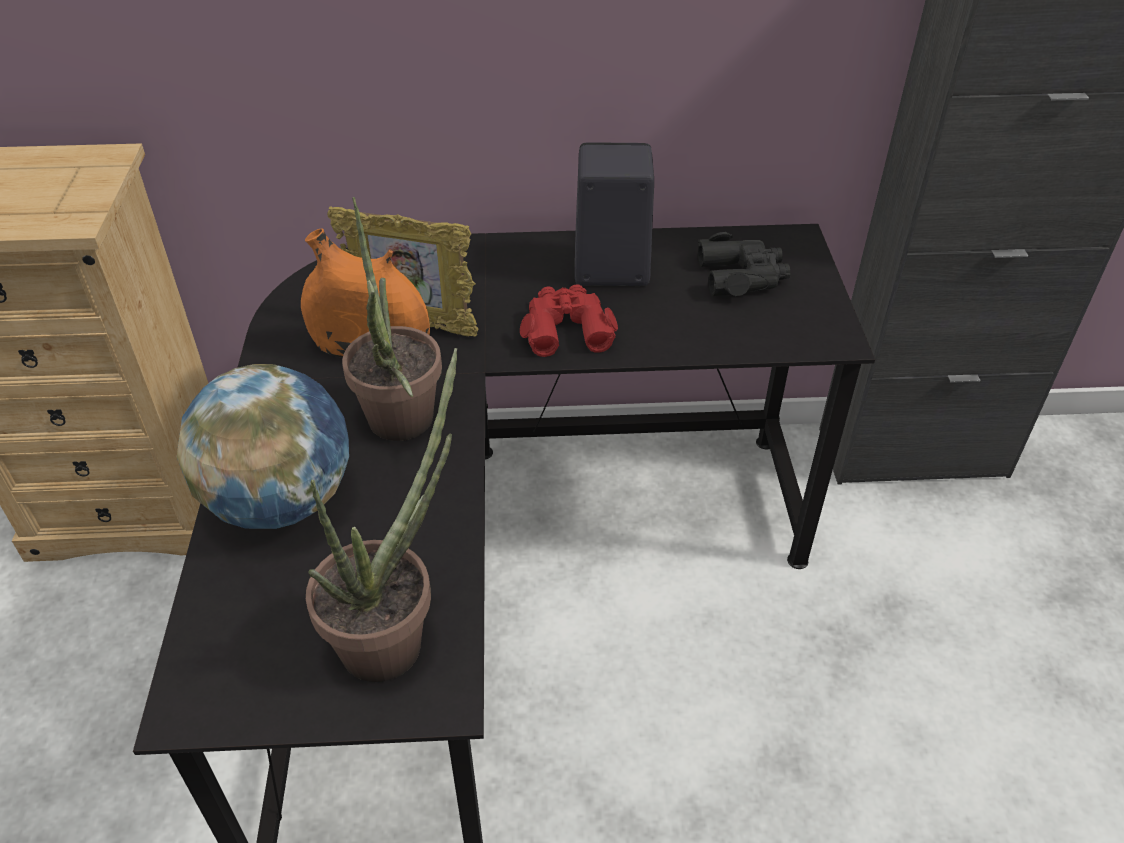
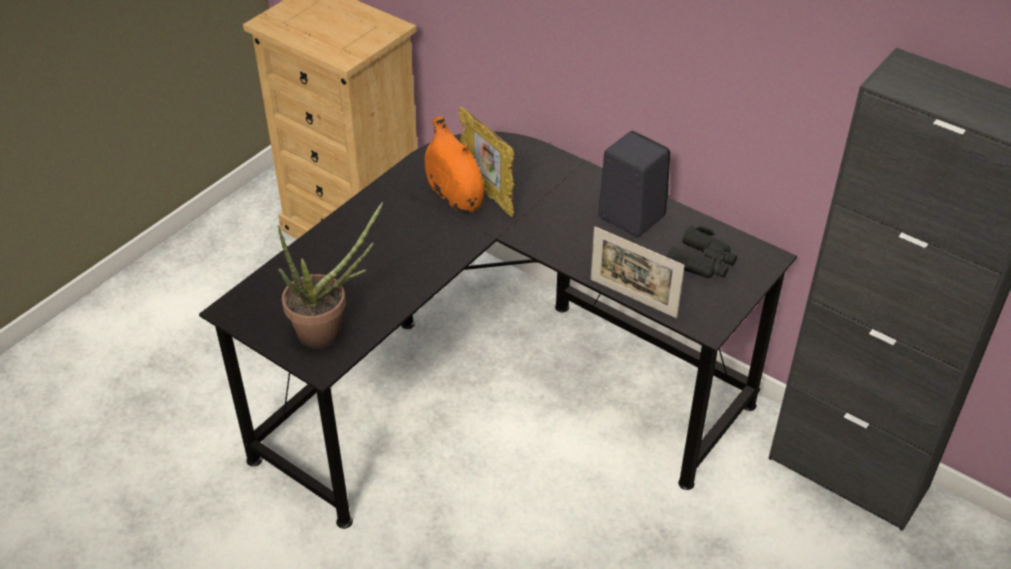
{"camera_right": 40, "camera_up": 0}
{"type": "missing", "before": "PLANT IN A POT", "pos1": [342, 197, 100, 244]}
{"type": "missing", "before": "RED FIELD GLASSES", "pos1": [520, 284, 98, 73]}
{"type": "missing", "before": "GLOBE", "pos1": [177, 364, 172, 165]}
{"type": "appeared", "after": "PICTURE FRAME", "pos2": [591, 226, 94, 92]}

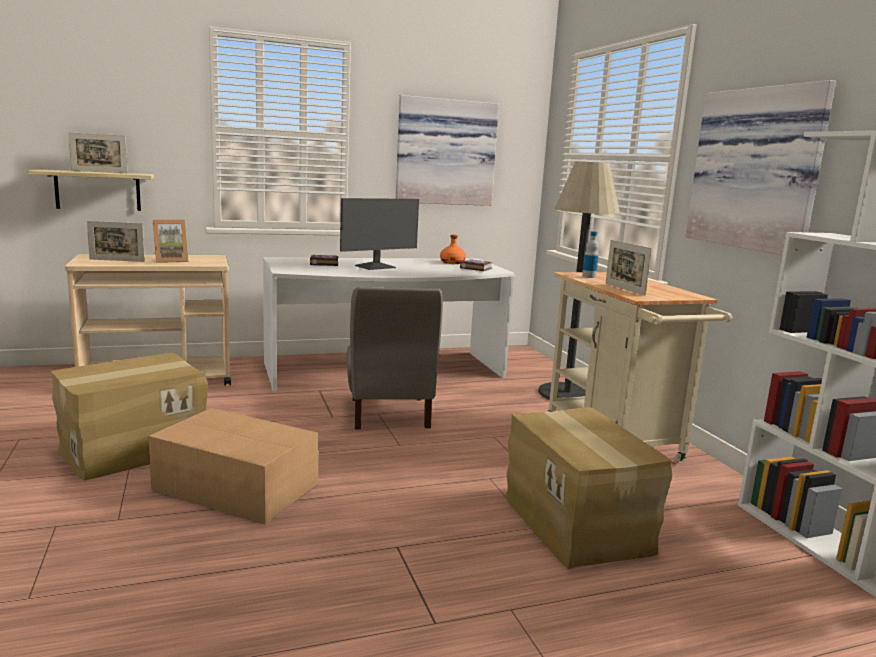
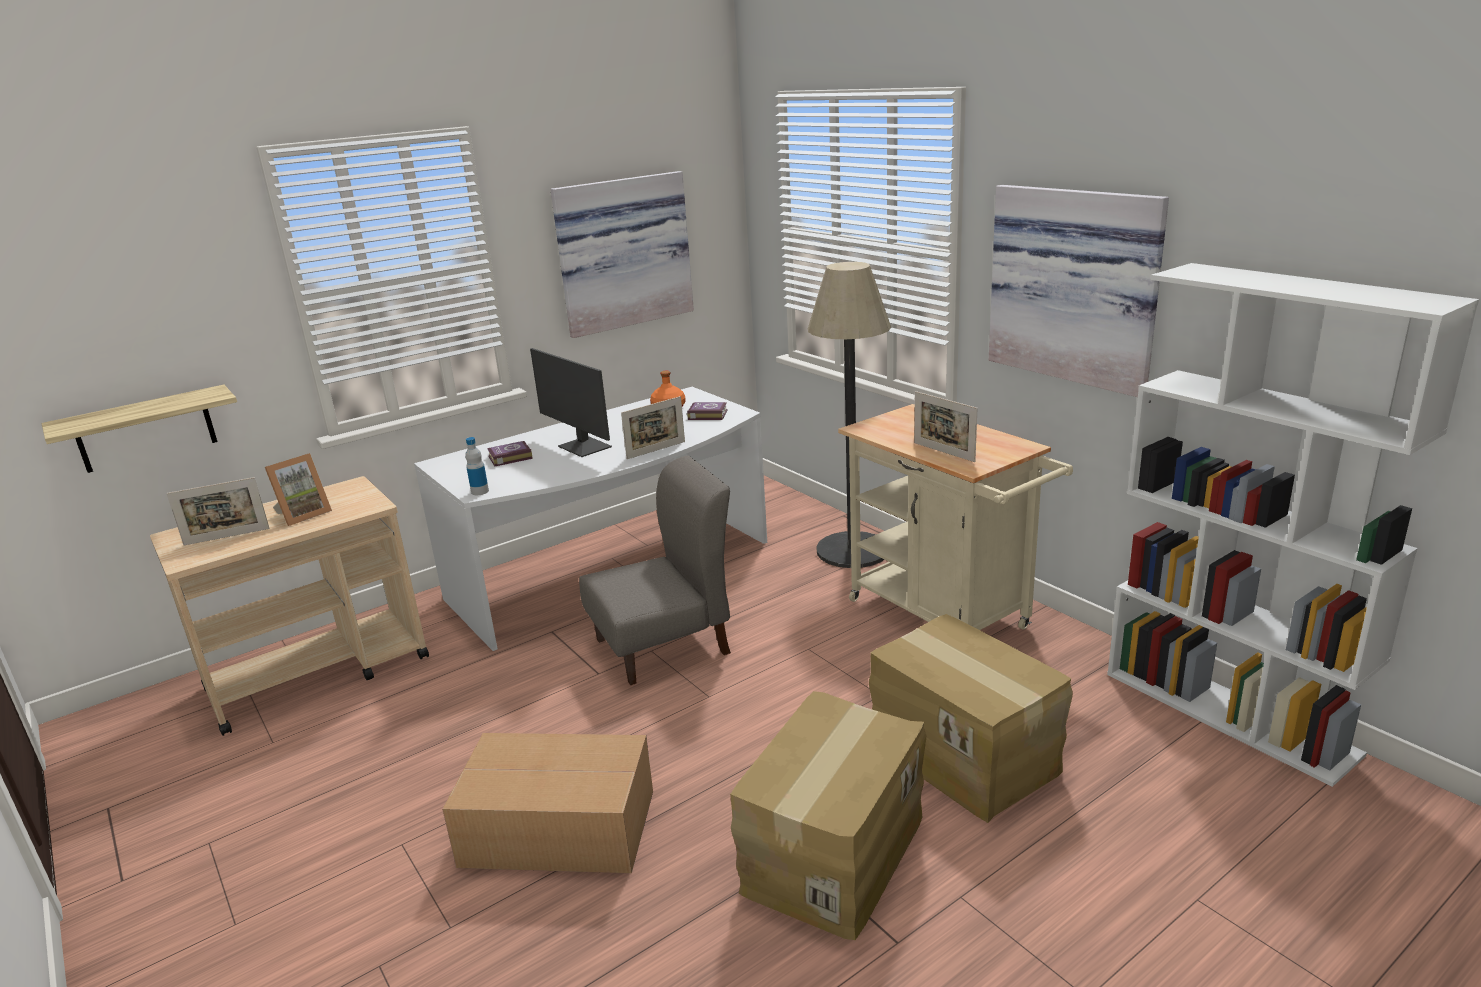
{"camera_right": -15, "camera_up": 10}
{"type": "relocated", "before": "PICTURE FRAME", "pos1": [68, 132, 60, 41], "pos2": [621, 396, 64, 63]}
{"type": "spun", "before": "COMPUTER SCREEN", "pos1": [340, 198, 79, 72], "pos2": [530, 348, 82, 109], "turn": 105}
{"type": "relocated", "before": "BOTTLE", "pos1": [582, 231, 17, 47], "pos2": [465, 437, 24, 58]}
{"type": "spun", "before": "GREYISH UPRIGHT CHAIR", "pos1": [346, 287, 97, 142], "pos2": [579, 455, 152, 230], "turn": -90}
{"type": "relocated", "before": "CARTON", "pos1": [51, 353, 157, 128], "pos2": [730, 691, 196, 249]}

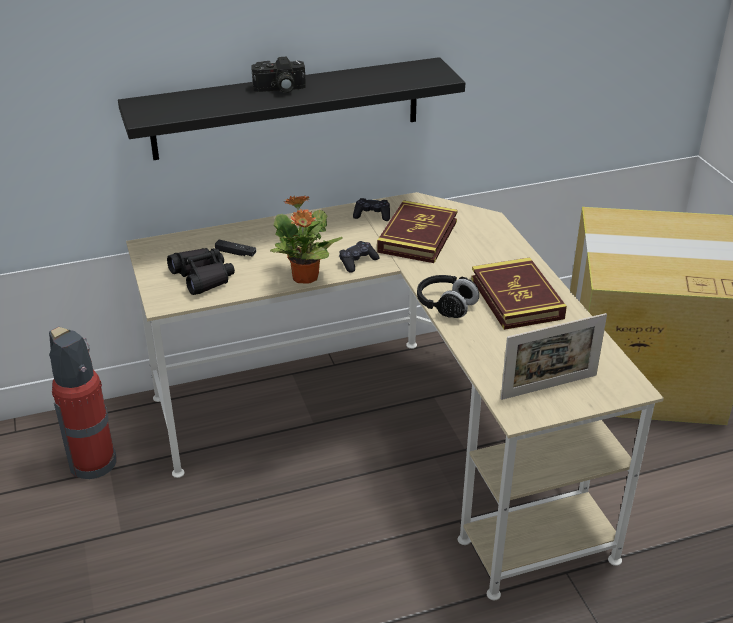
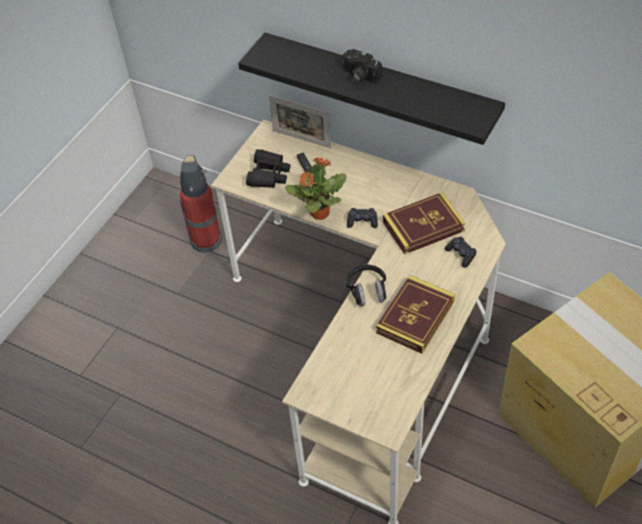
{"camera_right": 50, "camera_up": 15}
{"type": "relocated", "before": "BLACK GAMEPAD", "pos1": [353, 198, 37, 23], "pos2": [444, 237, 33, 31]}
{"type": "relocated", "before": "PICTURE FRAME", "pos1": [501, 313, 106, 87], "pos2": [269, 95, 63, 53]}

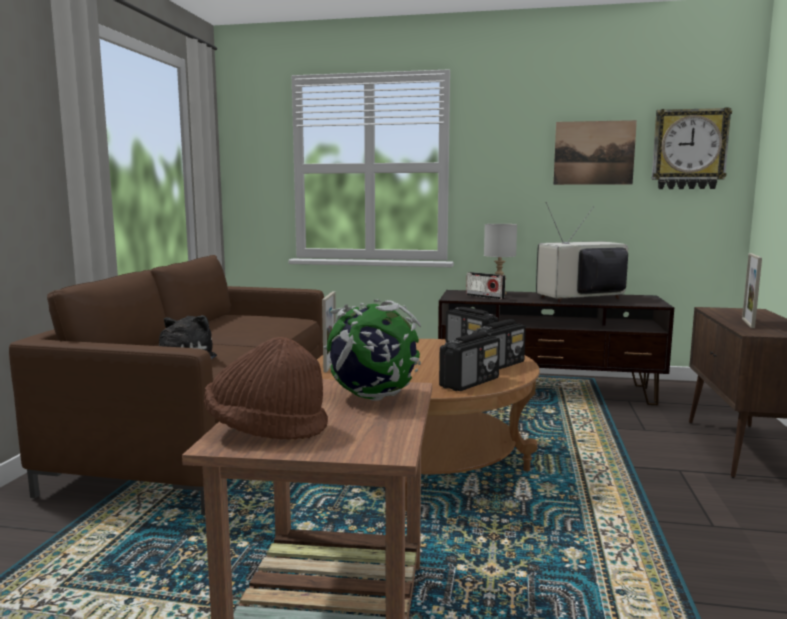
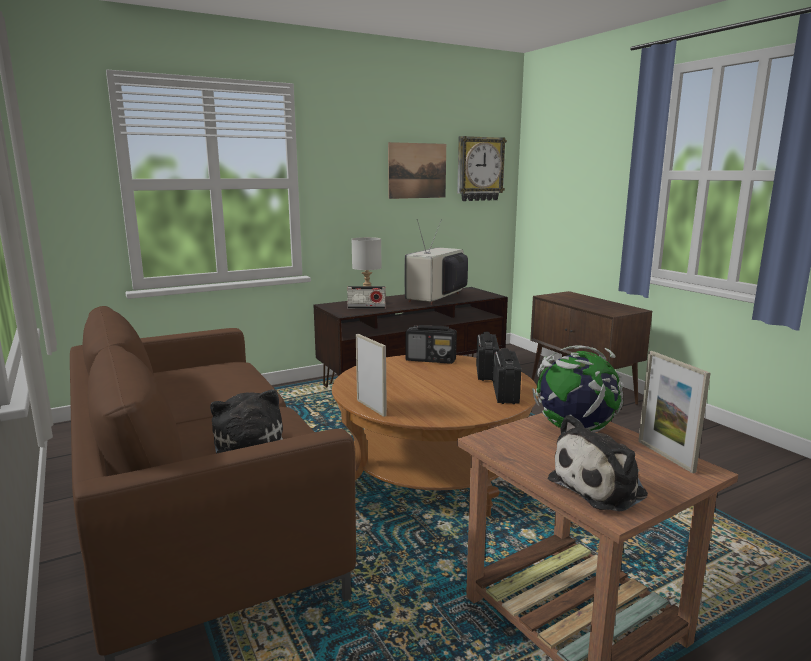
{"camera_right": -40, "camera_up": 5}
{"type": "relocated", "before": "PICTURE FRAME", "pos1": [742, 253, 20, 75], "pos2": [638, 351, 72, 122]}
{"type": "exchanged", "before": "BROWNISH WEARABLE HAT", "after": "PLUSH TOY", "pos1": [204, 337, 124, 103], "pos2": [548, 414, 100, 98]}

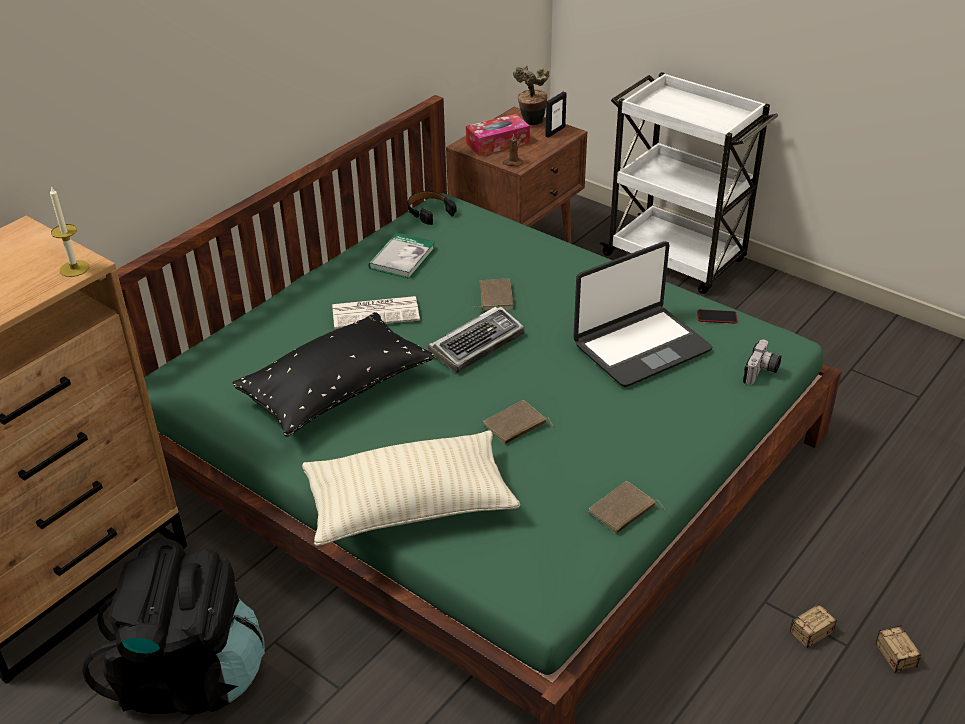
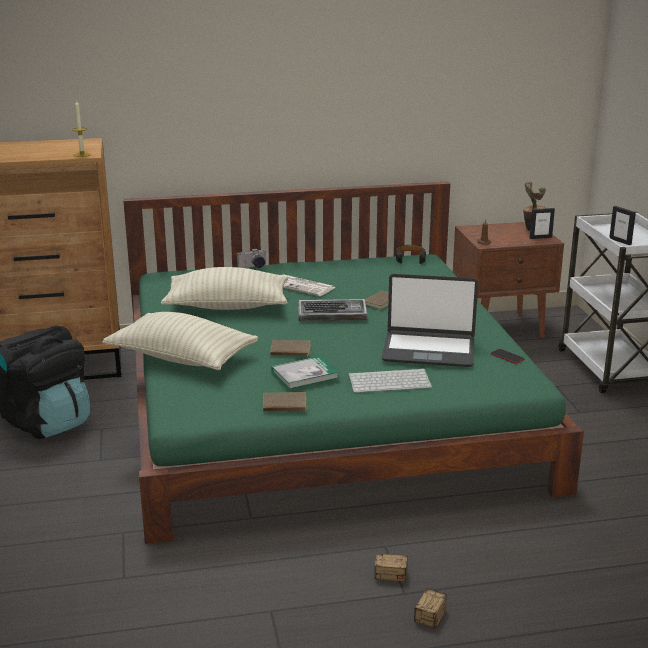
{"camera_right": 40, "camera_up": -15}
{"type": "missing", "before": "TISSUE BOX", "pos1": [466, 114, 64, 42]}
{"type": "relocated", "before": "BOUND BOOK", "pos1": [369, 233, 67, 46], "pos2": [271, 356, 69, 33]}
{"type": "colour", "before": "BLACK CUSHION", "after": "BEIGE CUSHION", "pos1": [232, 312, 202, 125], "pos2": [161, 267, 127, 43]}
{"type": "relocated", "before": "PHOTO CAMERA", "pos1": [743, 339, 38, 46], "pos2": [237, 248, 30, 20]}
{"type": "appeared", "after": "PICTURE FRAME", "pos2": [609, 206, 27, 39]}
{"type": "appeared", "after": "KEYBOARD", "pos2": [348, 369, 84, 24]}

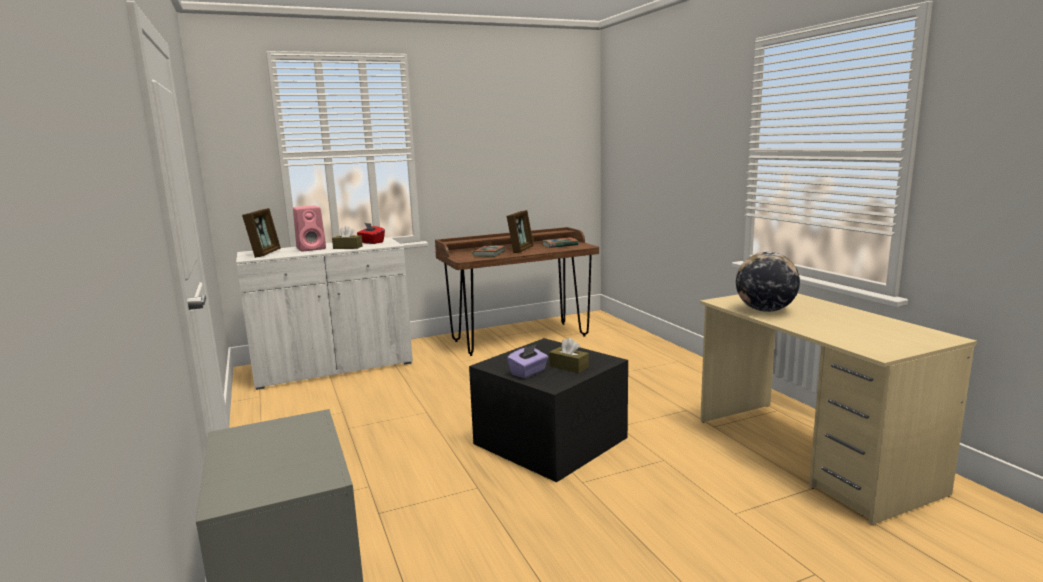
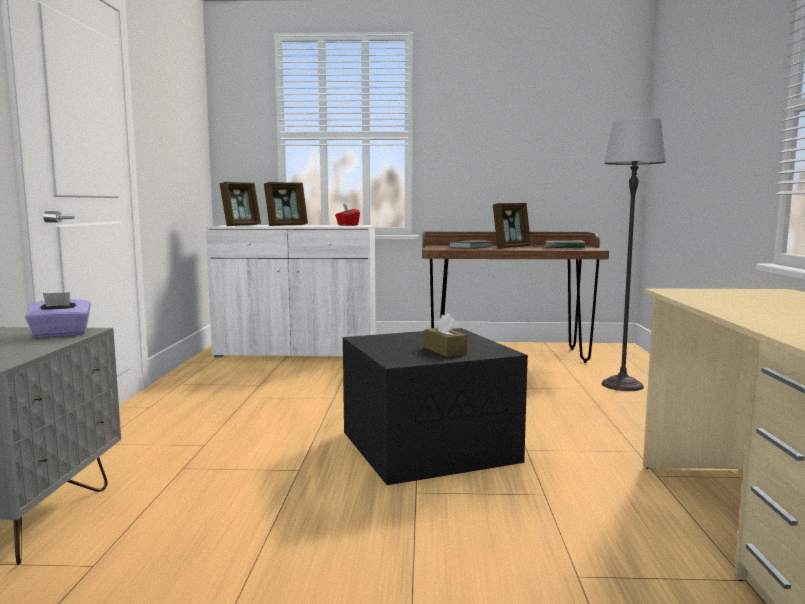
{"camera_right": 25, "camera_up": -5}
{"type": "exchanged", "before": "PINKISH SPEAKER", "after": "PICTURE FRAME", "pos1": [293, 205, 33, 47], "pos2": [264, 182, 44, 44]}
{"type": "missing", "before": "BROWNISH TISSUE BOX", "pos1": [332, 226, 31, 23]}
{"type": "missing", "before": "GLOBE", "pos1": [736, 252, 64, 60]}
{"type": "relocated", "before": "PURPLE-COLOURED TISSUE BOX", "pos1": [507, 344, 41, 34], "pos2": [25, 292, 66, 46]}
{"type": "appeared", "after": "FLOOR LAMP", "pos2": [601, 118, 65, 273]}

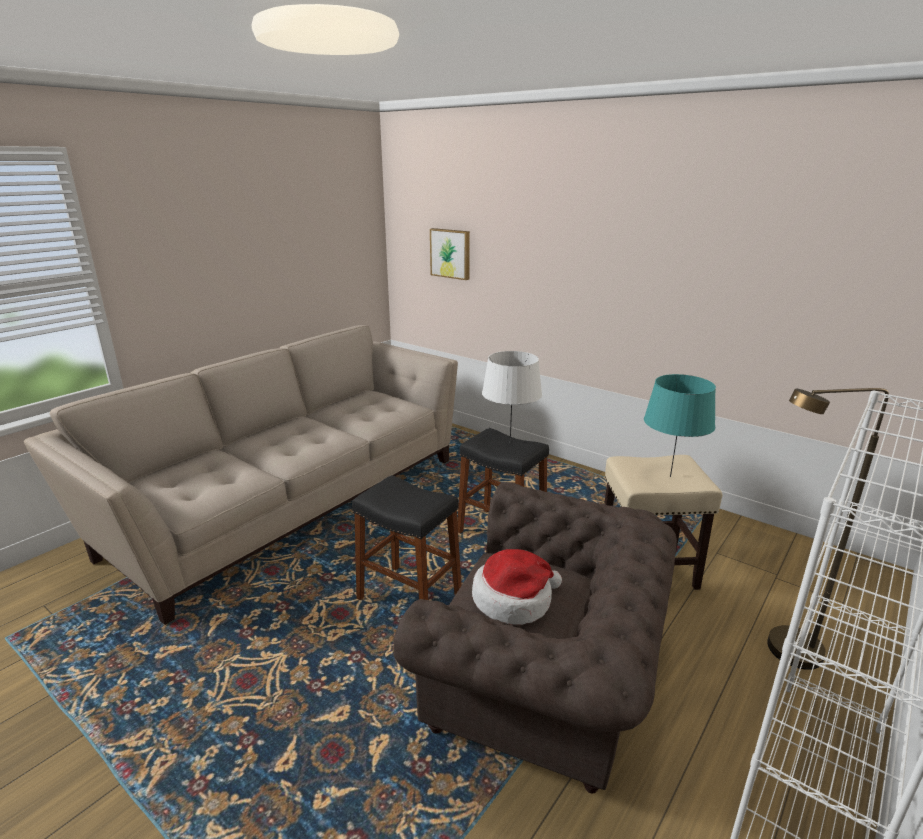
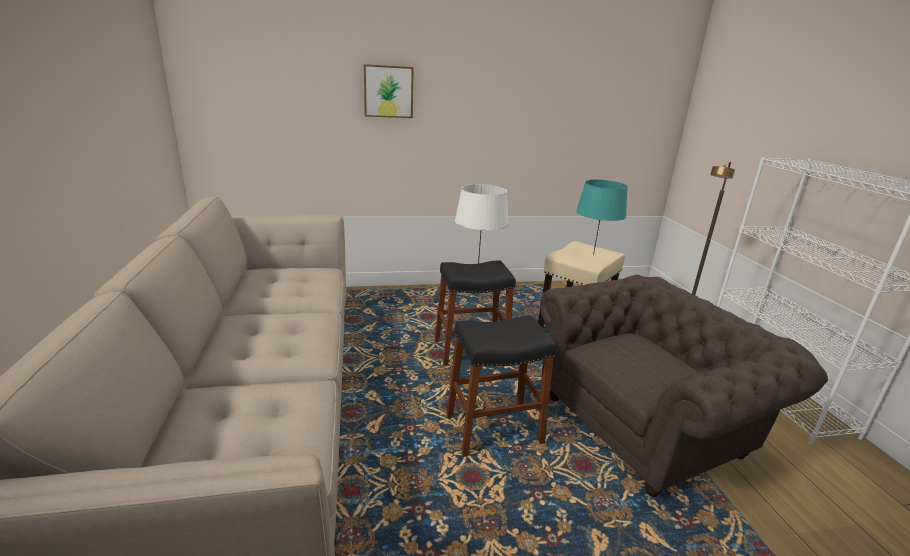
{"camera_right": -50, "camera_up": 0}
{"type": "relocated", "before": "WALL ART", "pos1": [430, 228, 40, 52], "pos2": [364, 64, 50, 54]}
{"type": "missing", "before": "WEARABLE HAT", "pos1": [472, 549, 90, 76]}

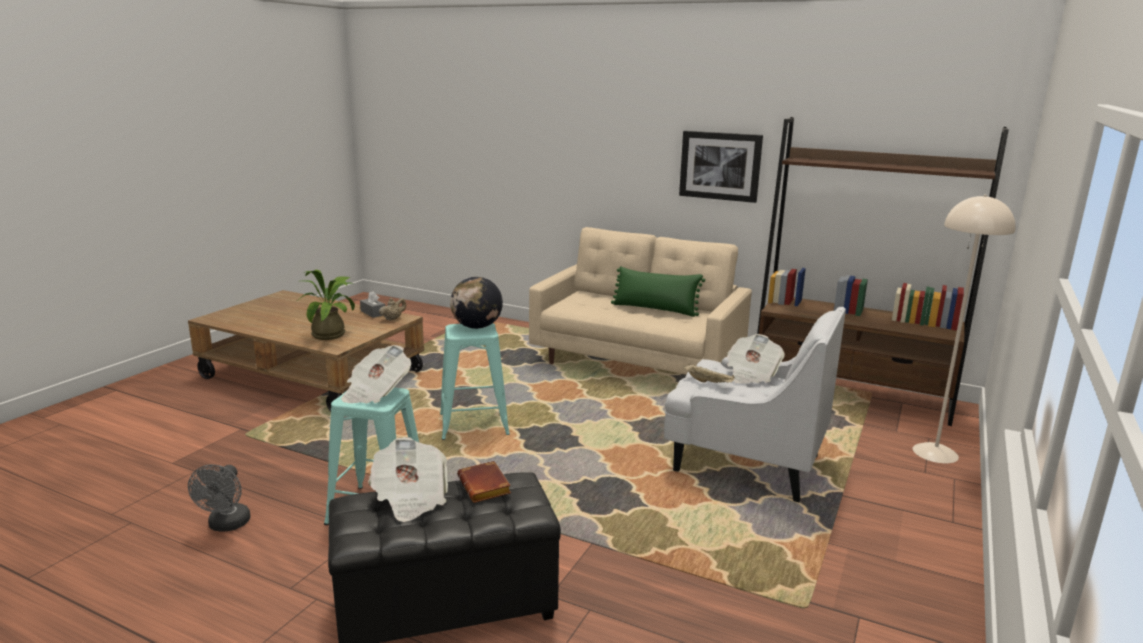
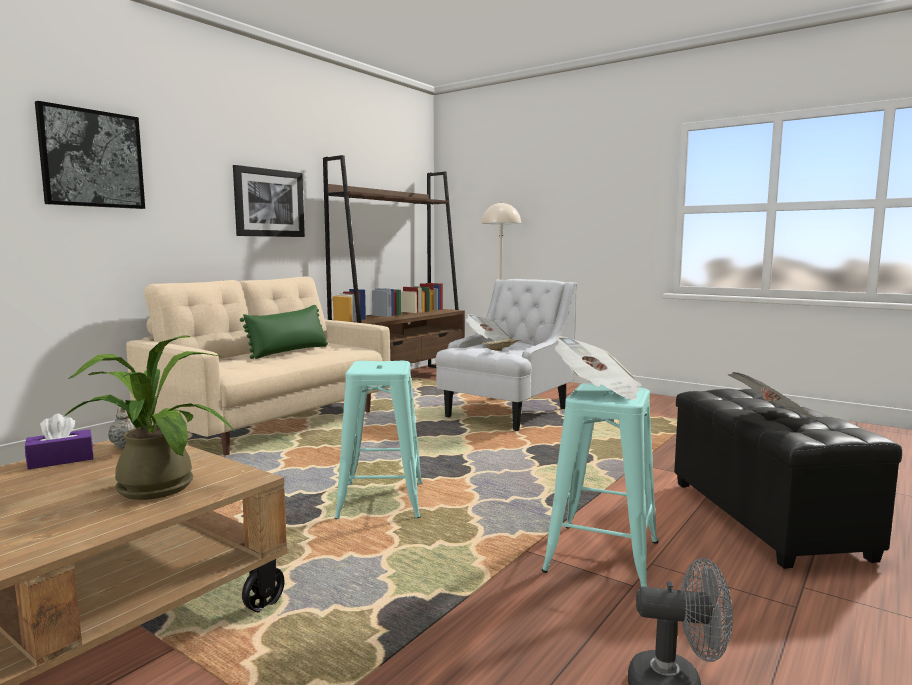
{"camera_right": -80, "camera_up": -10}
{"type": "missing", "before": "GLOBE", "pos1": [450, 277, 53, 52]}
{"type": "colour", "before": "GREYISH TISSUE BOX", "after": "PURPLE-COLOURED TISSUE BOX", "pos1": [360, 291, 25, 27], "pos2": [25, 414, 68, 56]}
{"type": "missing", "before": "BROWNISH BOUND BOOK", "pos1": [457, 461, 54, 42]}
{"type": "appeared", "after": "WALL ART", "pos2": [35, 101, 110, 108]}

